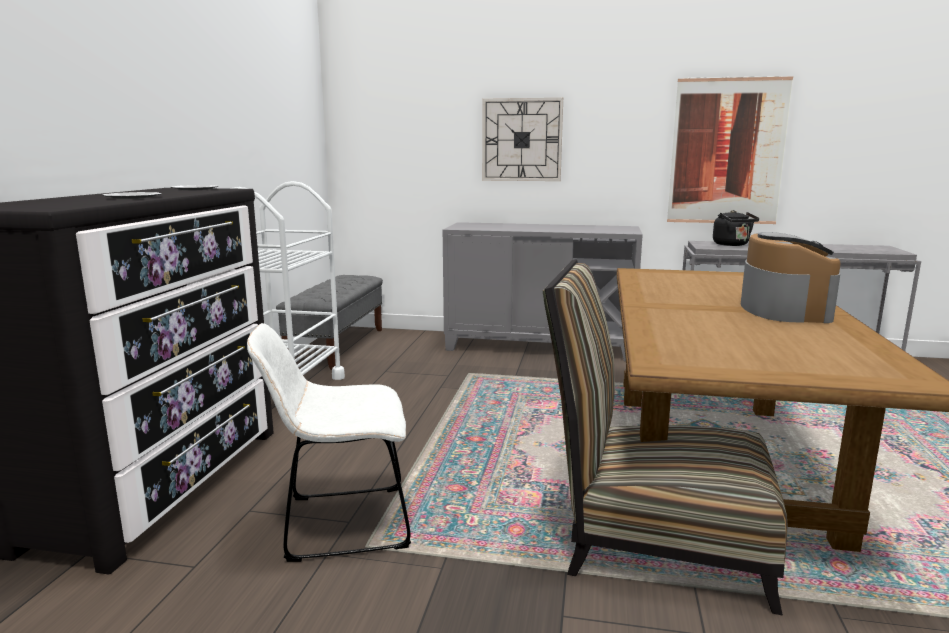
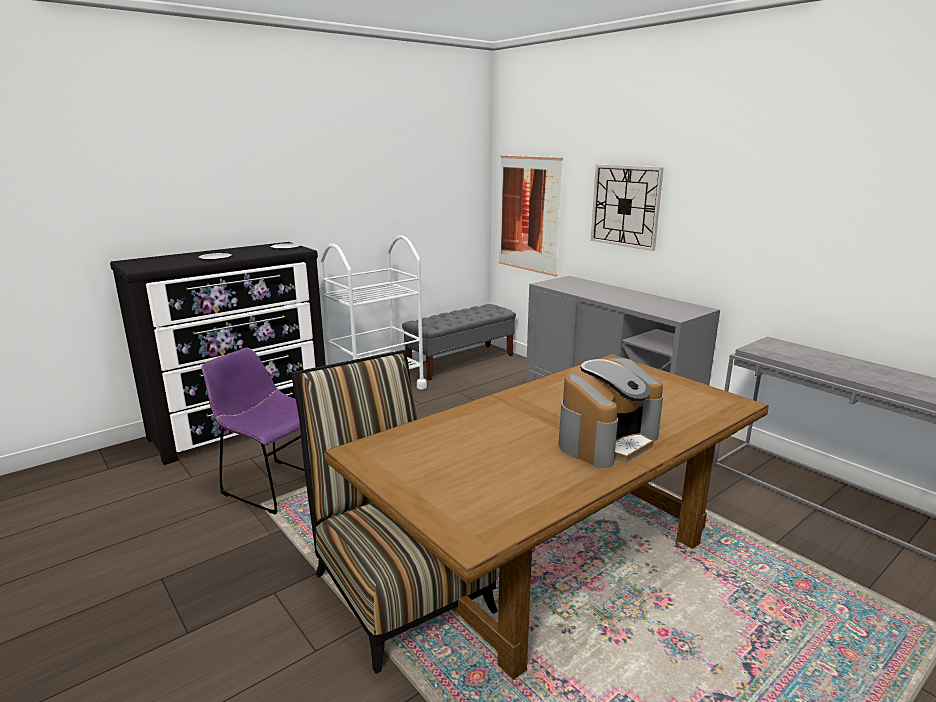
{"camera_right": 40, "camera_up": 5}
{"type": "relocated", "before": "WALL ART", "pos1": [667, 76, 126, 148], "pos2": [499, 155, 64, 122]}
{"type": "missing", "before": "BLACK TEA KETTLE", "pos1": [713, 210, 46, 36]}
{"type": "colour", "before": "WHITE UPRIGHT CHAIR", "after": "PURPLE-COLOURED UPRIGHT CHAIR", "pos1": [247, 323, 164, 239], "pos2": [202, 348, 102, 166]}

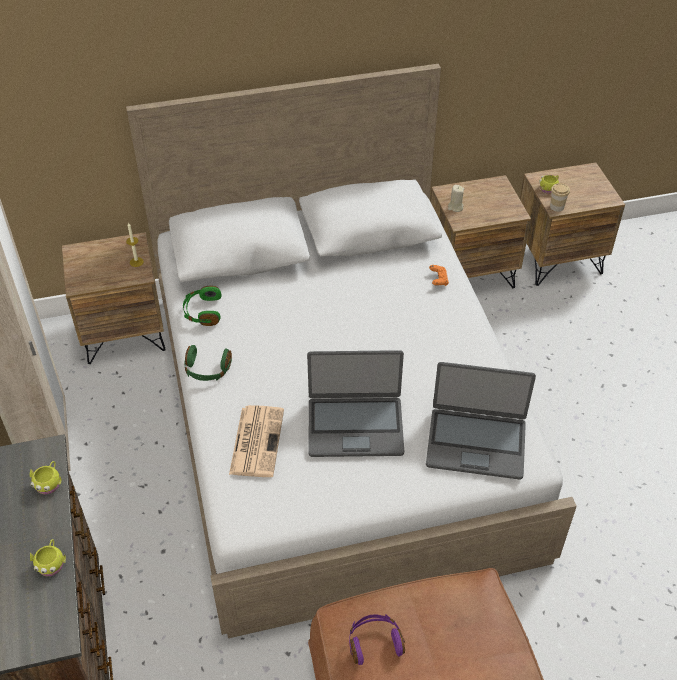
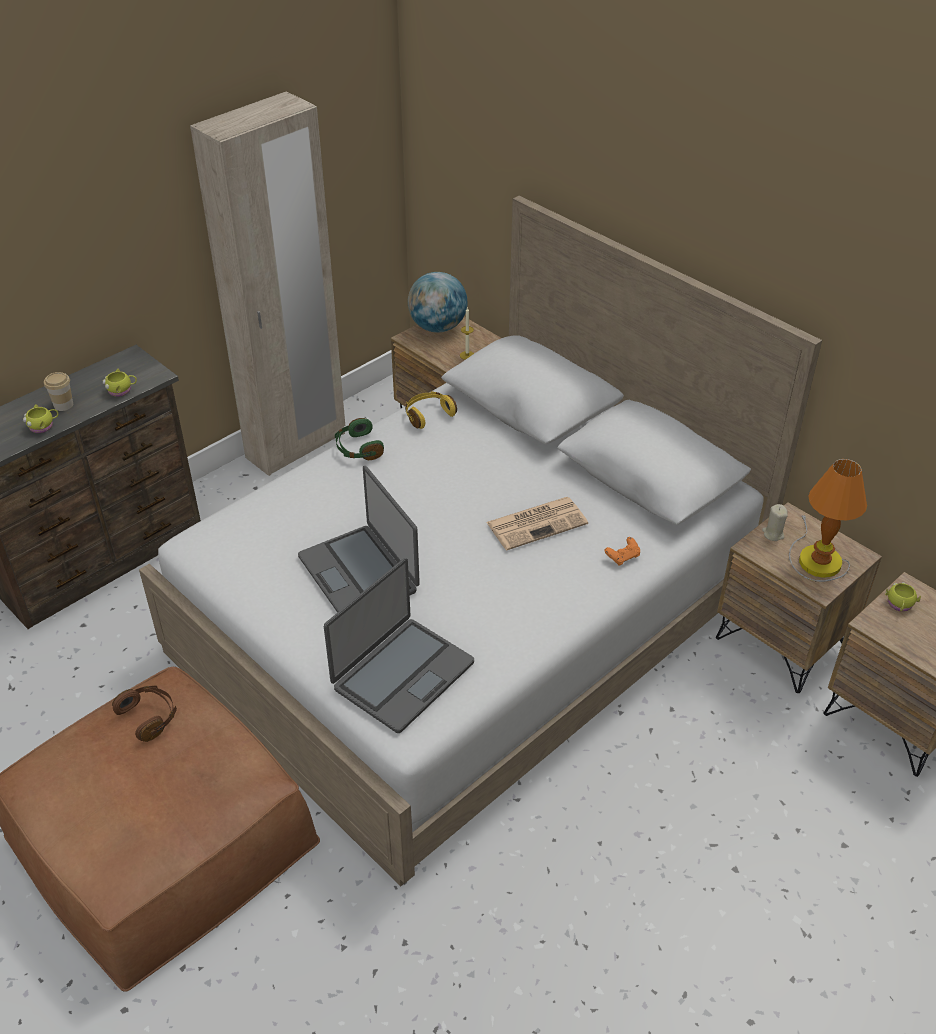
{"camera_right": 60, "camera_up": -5}
{"type": "relocated", "before": "CUP", "pos1": [550, 183, 20, 29], "pos2": [44, 372, 29, 39]}
{"type": "colour", "before": "GREEN-COLOURED HEADPHONES", "after": "YELLOW-COLOURED HEADPHONES", "pos1": [183, 286, 38, 40], "pos2": [405, 391, 52, 38]}
{"type": "spun", "before": "LAPTOP", "pos1": [426, 362, 110, 118], "pos2": [324, 558, 150, 175], "turn": -120}
{"type": "relocated", "before": "PRINTED PAPER", "pos1": [229, 405, 55, 72], "pos2": [486, 497, 102, 53]}
{"type": "colour", "before": "PURPLE-COLOURED HEADPHONES", "after": "BROWNISH HEADPHONES", "pos1": [349, 614, 56, 51], "pos2": [112, 686, 65, 56]}
{"type": "appeared", "after": "GLOBE", "pos2": [408, 272, 59, 61]}
{"type": "appeared", "after": "TABLE LAMP", "pos2": [789, 459, 78, 123]}

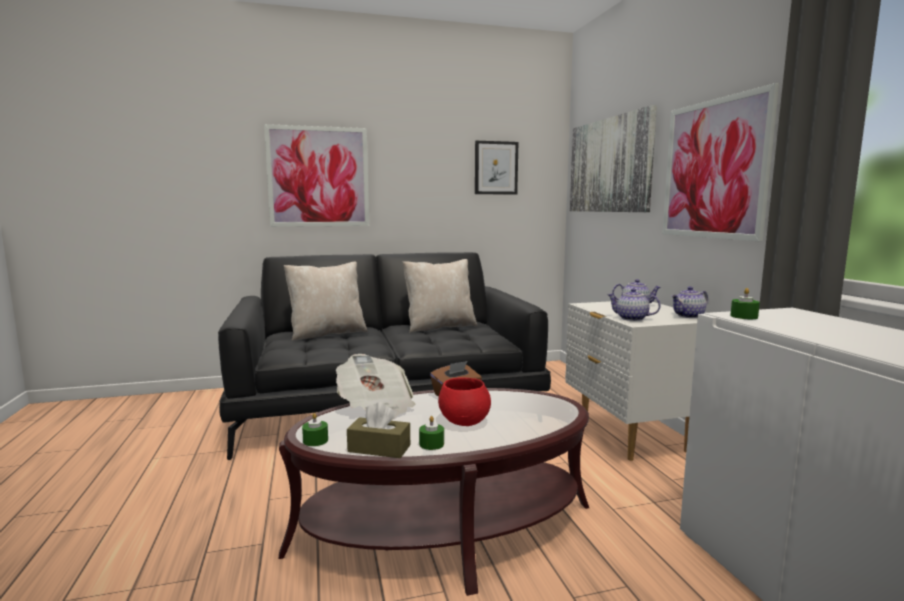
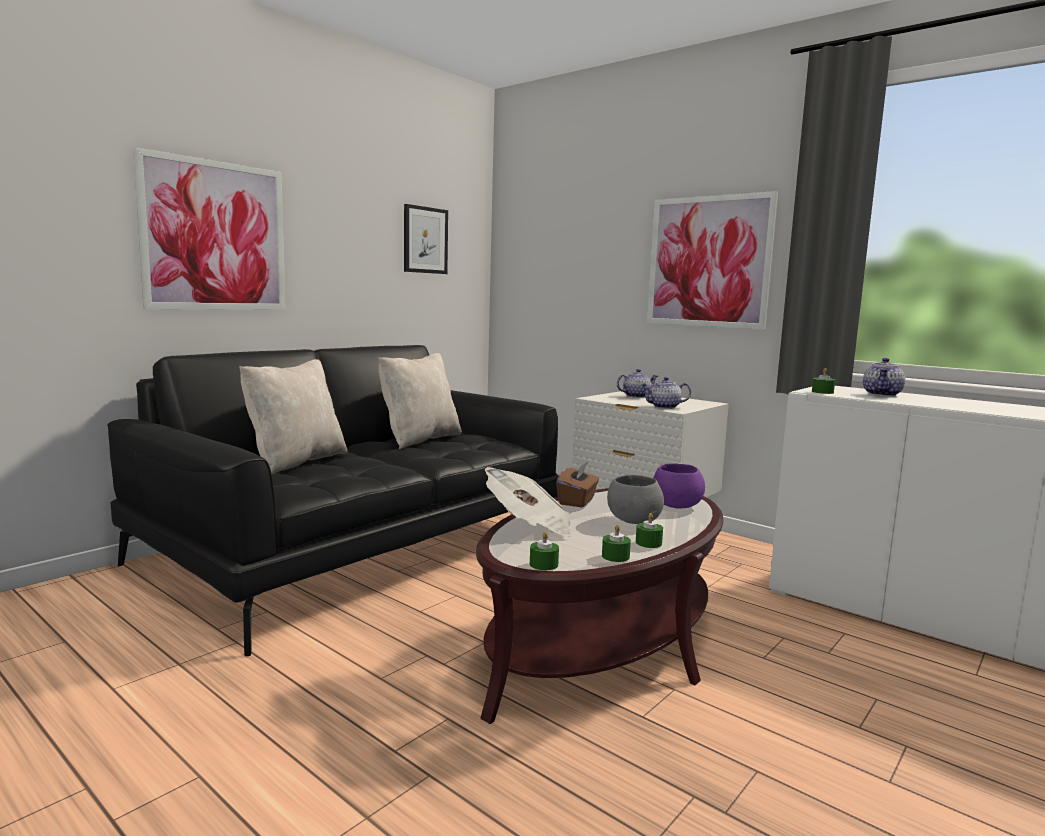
{"camera_right": -35, "camera_up": 0}
{"type": "missing", "before": "WALL ART", "pos1": [570, 105, 87, 107]}
{"type": "relocated", "before": "POT FOR TEA", "pos1": [671, 286, 37, 32], "pos2": [863, 358, 42, 39]}
{"type": "colour", "before": "RED SERVING BOWL", "after": "GREYISH SERVING BOWL", "pos1": [438, 377, 53, 49], "pos2": [607, 475, 57, 49]}
{"type": "exchanged", "before": "BROWNISH TISSUE BOX", "after": "GREEN-COLOURED WAX LIGHT", "pos1": [347, 402, 63, 56], "pos2": [602, 525, 29, 37]}
{"type": "appeared", "after": "PURPLE-COLOURED SERVING BOWL", "pos2": [653, 463, 52, 46]}

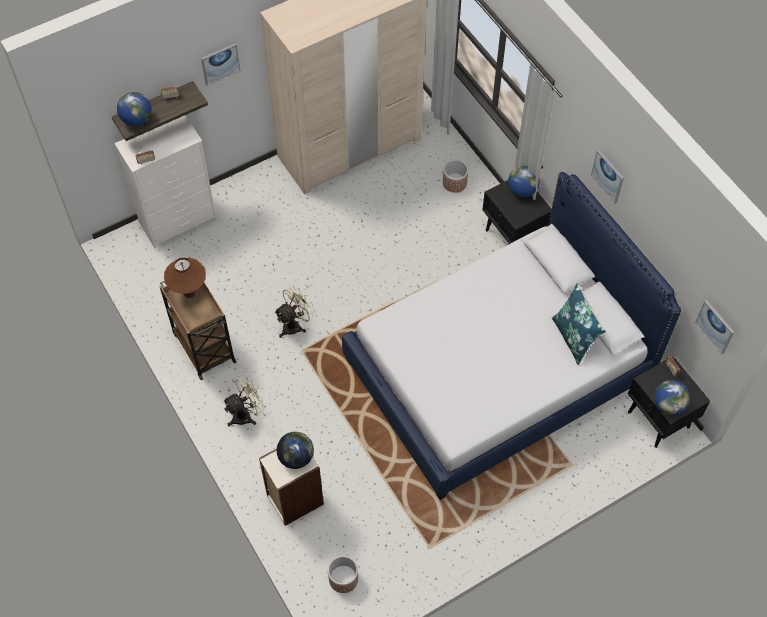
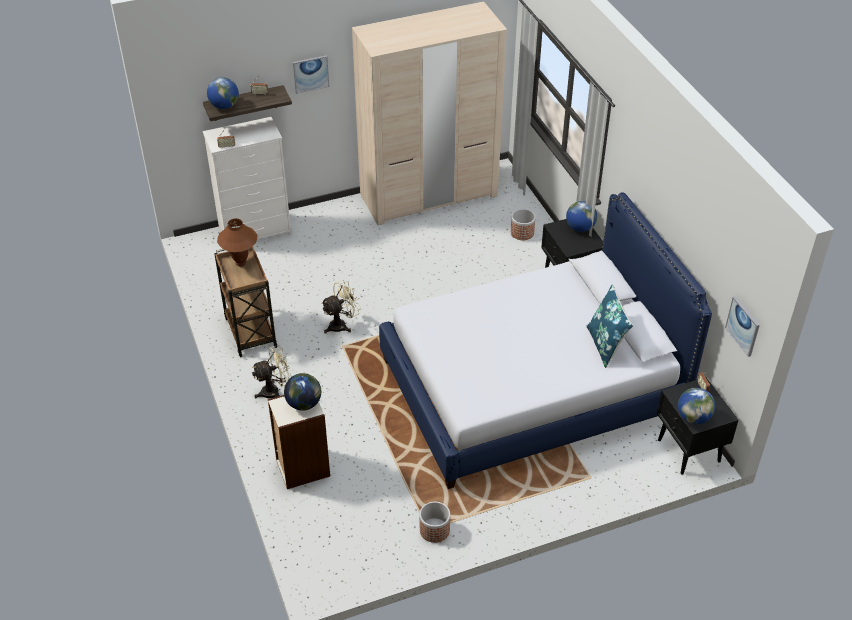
{"camera_right": 10, "camera_up": -15}
{"type": "missing", "before": "WALL ART", "pos1": [591, 150, 33, 54]}
{"type": "relocated", "before": "PLANT POT", "pos1": [328, 556, 30, 37], "pos2": [420, 502, 30, 41]}

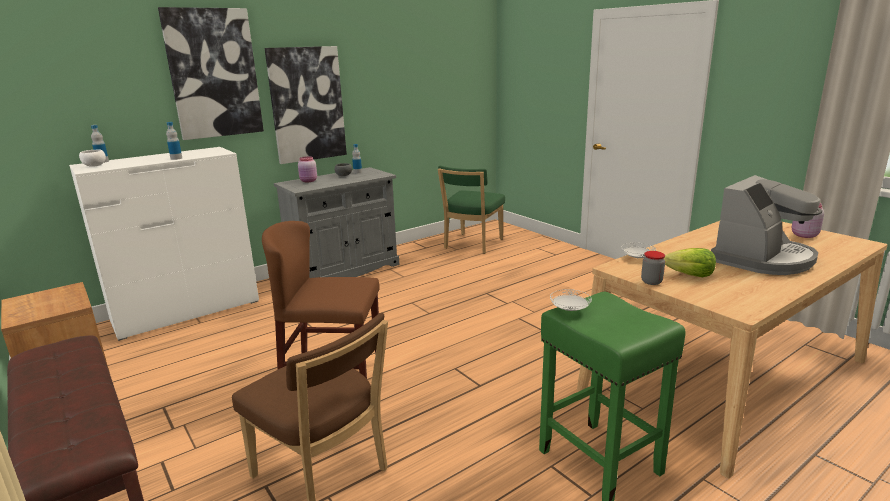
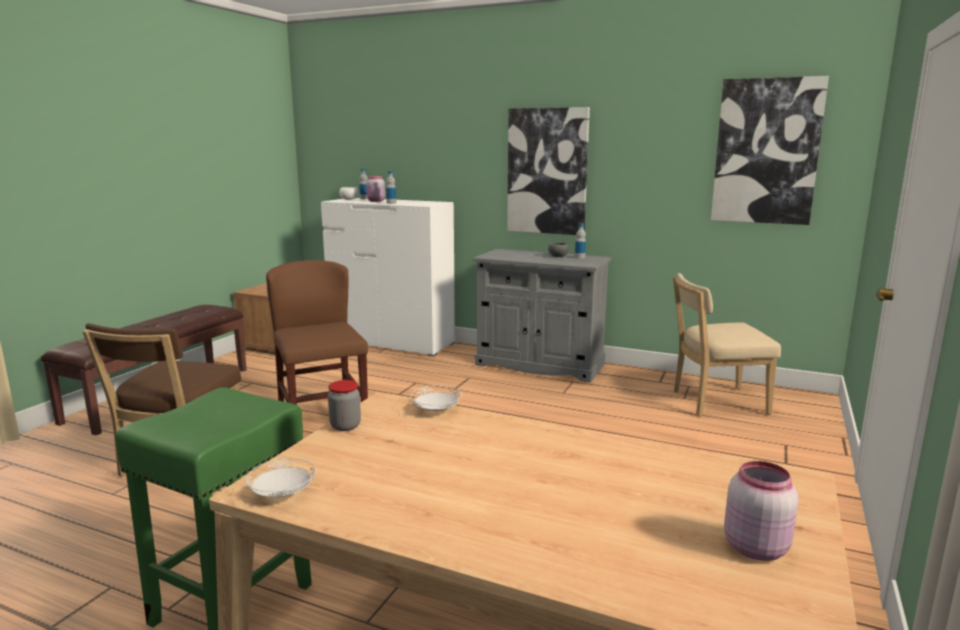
{"camera_right": 60, "camera_up": -5}
{"type": "relocated", "before": "WALL ART", "pos1": [158, 7, 106, 133], "pos2": [711, 76, 118, 149]}
{"type": "relocated", "before": "PINKISH PRESERVE JAR", "pos1": [298, 156, 19, 26], "pos2": [366, 176, 19, 26]}
{"type": "colour", "before": "GREEN-COLOURED UPRIGHT CHAIR", "after": "BEIGE UPRIGHT CHAIR", "pos1": [438, 166, 67, 88], "pos2": [673, 273, 108, 143]}
{"type": "missing", "before": "COFFEE MAKER", "pos1": [711, 175, 111, 100]}
{"type": "missing", "before": "LETTUCE", "pos1": [664, 248, 52, 29]}
{"type": "relocated", "before": "WHITE PLATE", "pos1": [550, 289, 42, 22], "pos2": [246, 458, 70, 39]}

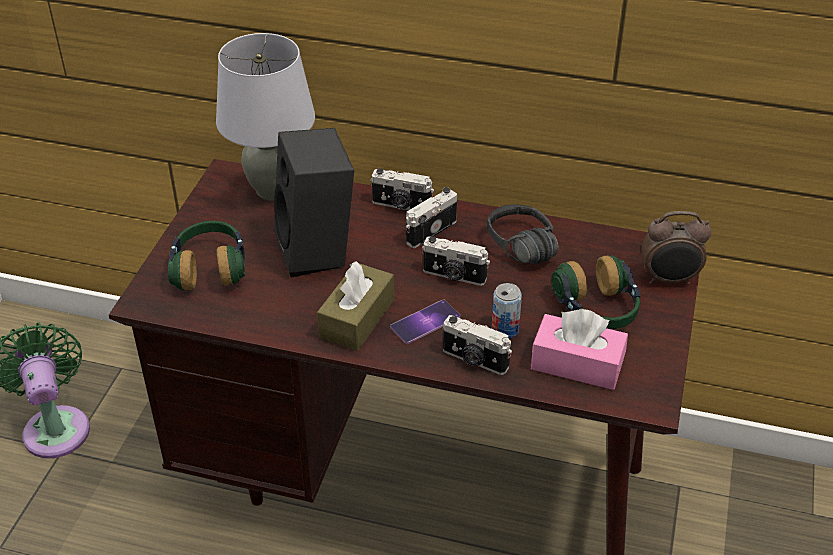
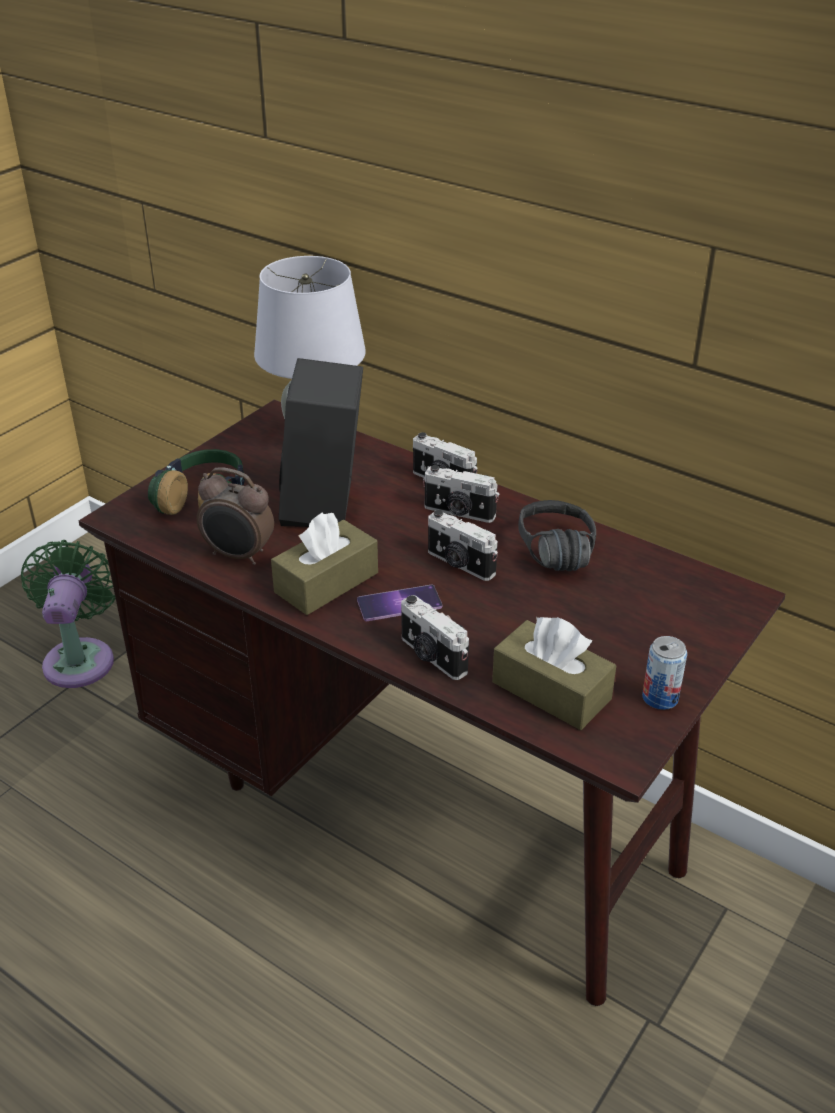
{"camera_right": 20, "camera_up": -5}
{"type": "spun", "before": "PHOTO CAMERA", "pos1": [406, 187, 51, 61], "pos2": [423, 465, 76, 58], "turn": -135}
{"type": "relocated", "before": "BEDSIDE CLOCK", "pos1": [641, 211, 70, 74], "pos2": [197, 467, 77, 98]}
{"type": "missing", "before": "HEADPHONES", "pos1": [551, 255, 89, 74]}
{"type": "relocated", "before": "CAN", "pos1": [492, 283, 30, 55], "pos2": [642, 636, 45, 74]}
{"type": "colour", "before": "PINKISH TISSUE BOX", "after": "BROWNISH TISSUE BOX", "pos1": [531, 309, 97, 81], "pos2": [492, 617, 124, 113]}

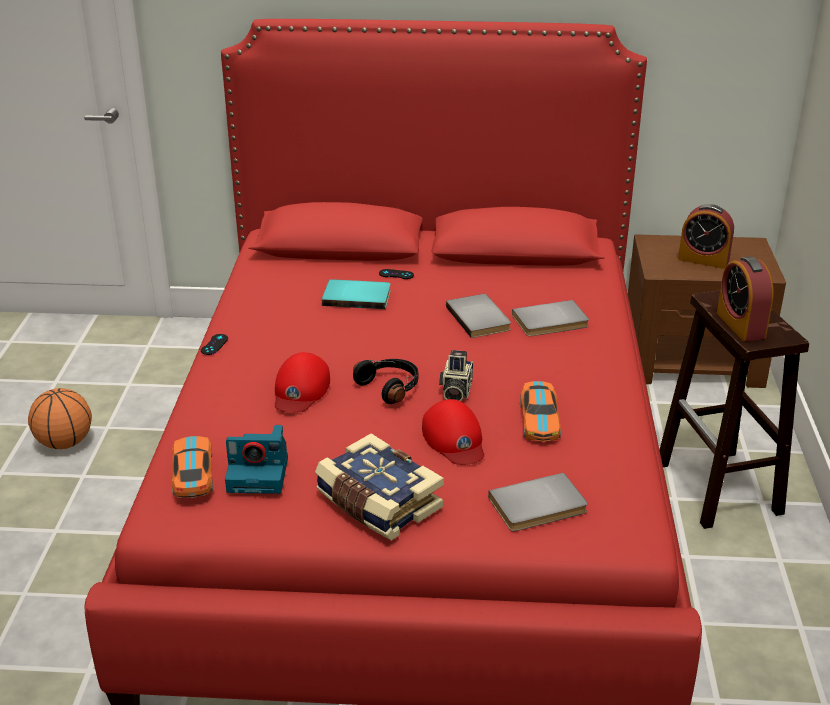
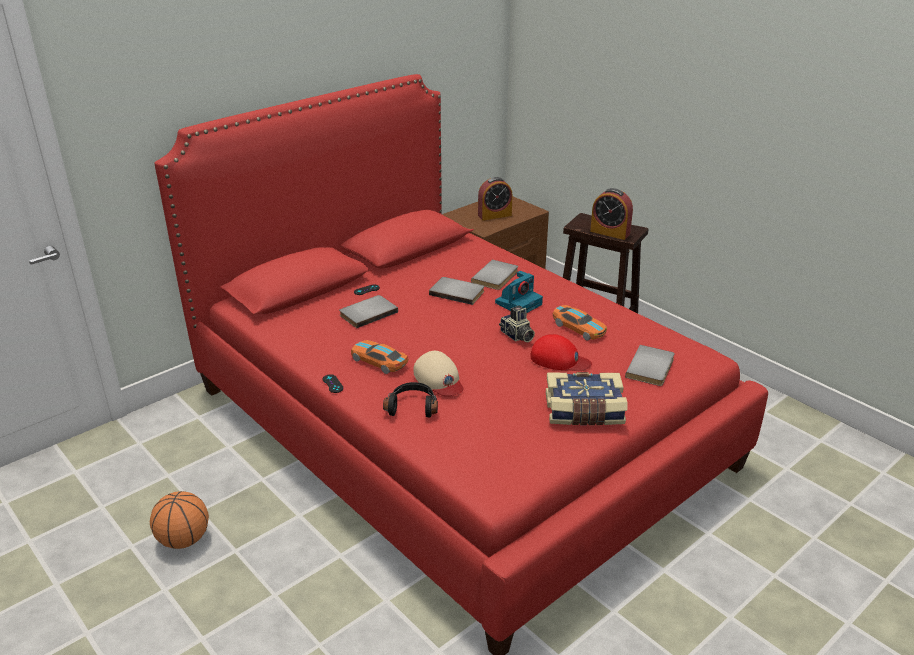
{"camera_right": -45, "camera_up": 0}
{"type": "colour", "before": "BLUE-GREEN BOUND BOOK", "after": "GREYISH BOUND BOOK", "pos1": [322, 279, 69, 30], "pos2": [339, 295, 59, 33]}
{"type": "colour", "before": "RED PEAKED CAP", "after": "BEIGE PEAKED CAP", "pos1": [275, 352, 55, 61], "pos2": [414, 351, 50, 45]}
{"type": "relocated", "before": "BLACK HEADPHONES", "pos1": [353, 359, 65, 45], "pos2": [383, 382, 55, 35]}
{"type": "relocated", "before": "PHOTO CAMERA", "pos1": [225, 425, 63, 69], "pos2": [495, 271, 48, 42]}
{"type": "relocated", "before": "MODEL CAR", "pos1": [171, 436, 42, 62], "pos2": [351, 340, 58, 34]}

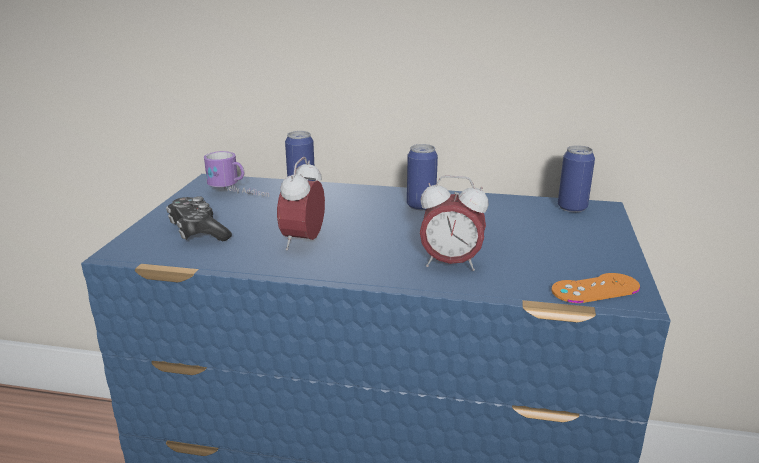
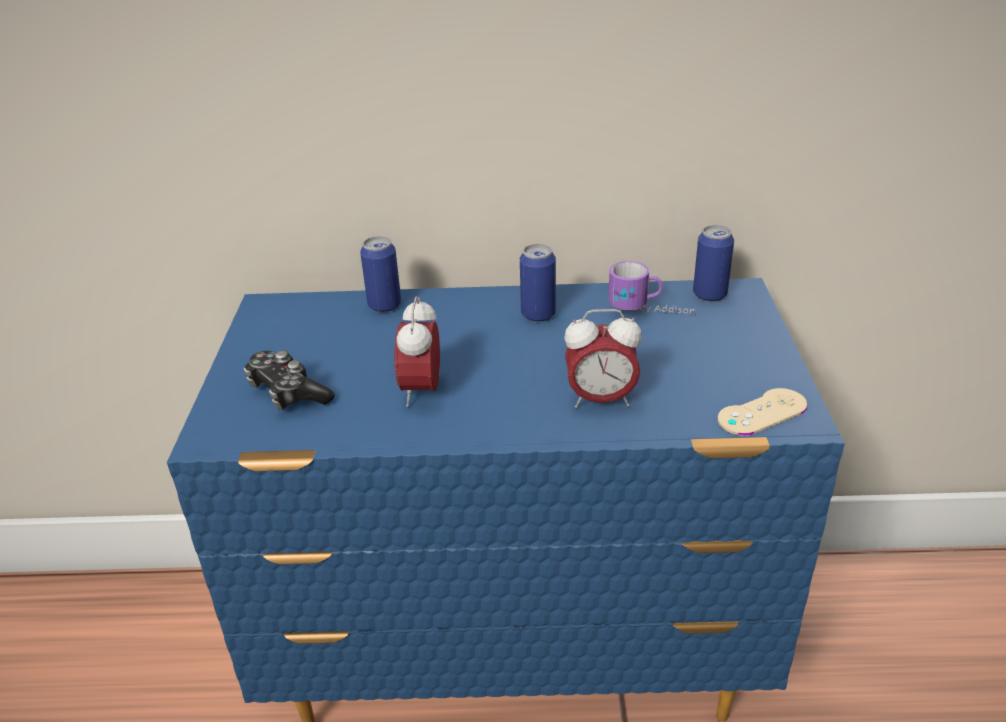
{"camera_right": -10, "camera_up": 10}
{"type": "relocated", "before": "COFFEE MUG", "pos1": [204, 151, 65, 46], "pos2": [608, 261, 87, 53]}
{"type": "colour", "before": "ORANGEY GAMEPAD", "after": "BEIGE GAMEPAD", "pos1": [551, 273, 89, 30], "pos2": [718, 388, 89, 48]}

